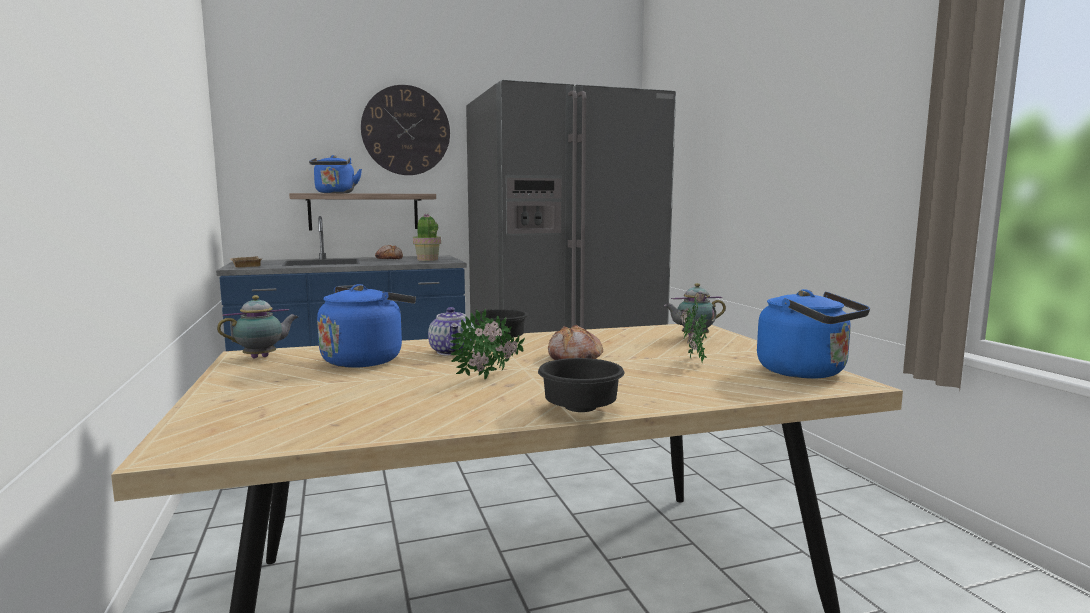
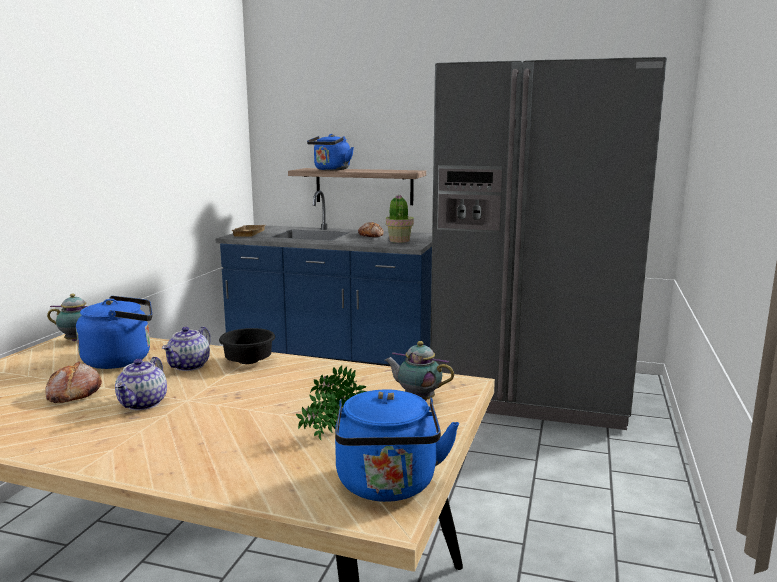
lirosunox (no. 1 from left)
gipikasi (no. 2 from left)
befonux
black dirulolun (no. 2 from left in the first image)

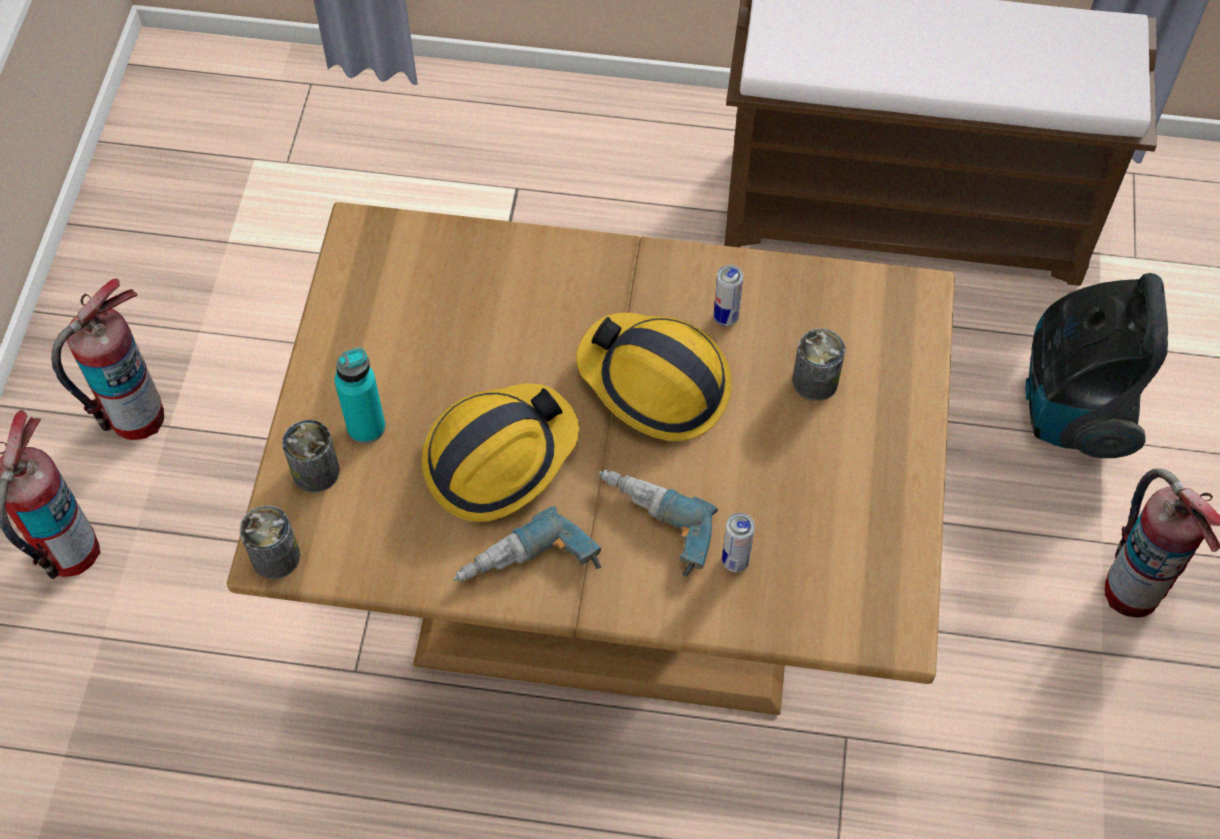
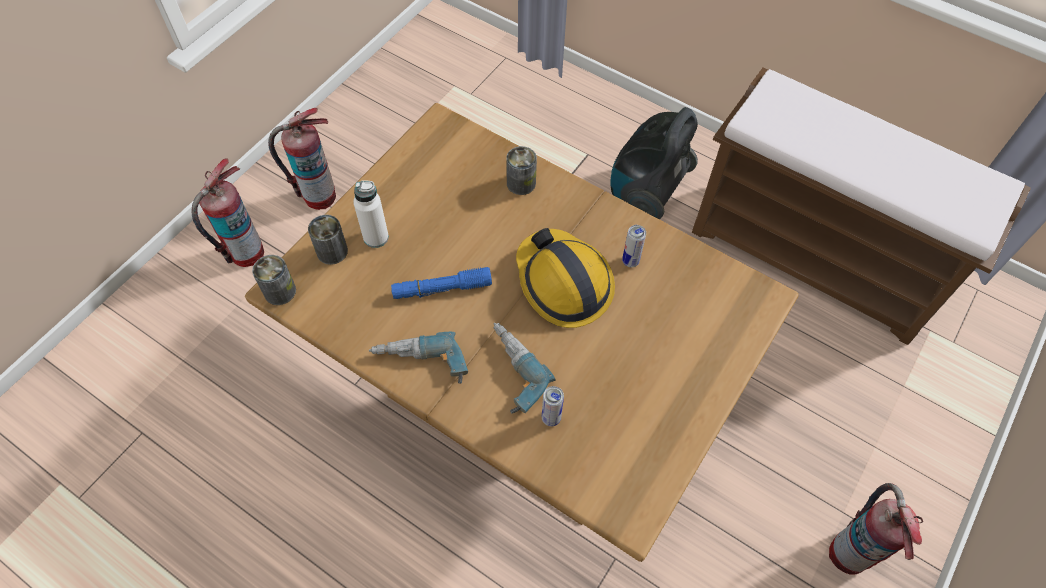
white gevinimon
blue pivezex
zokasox (no. 3 from left)
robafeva

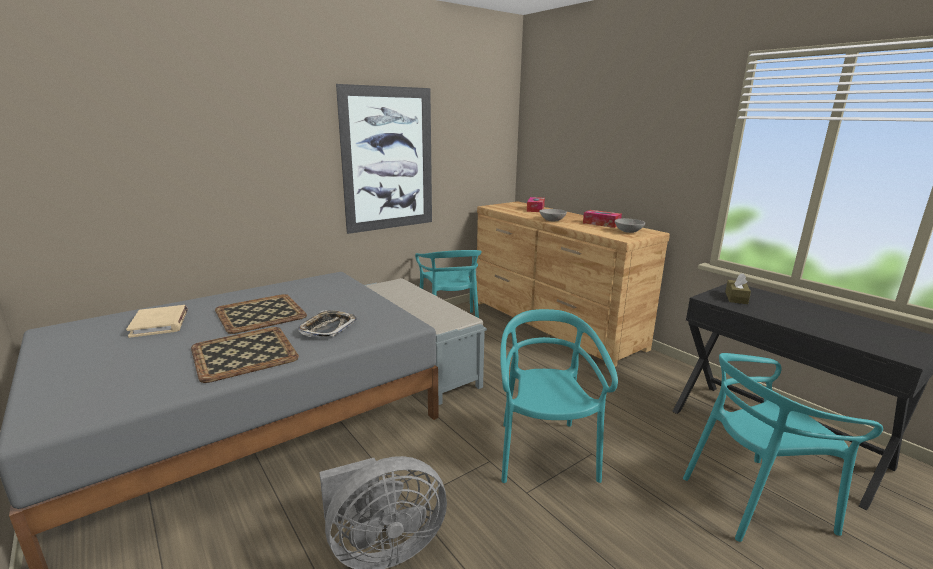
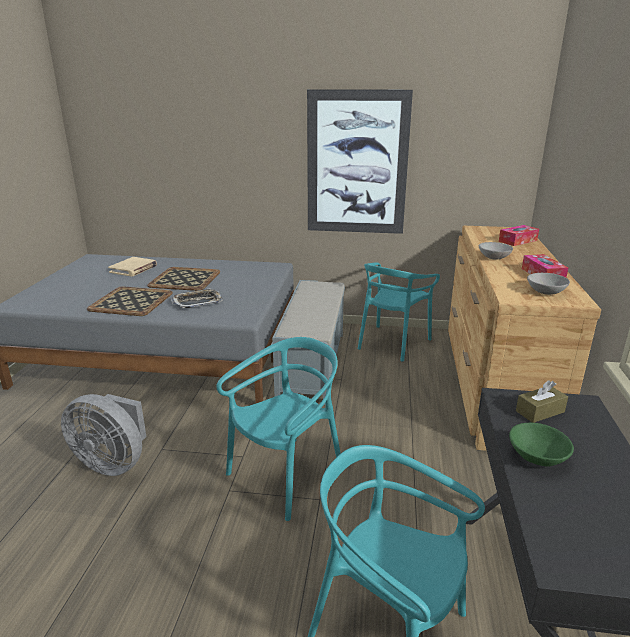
green dirulolun

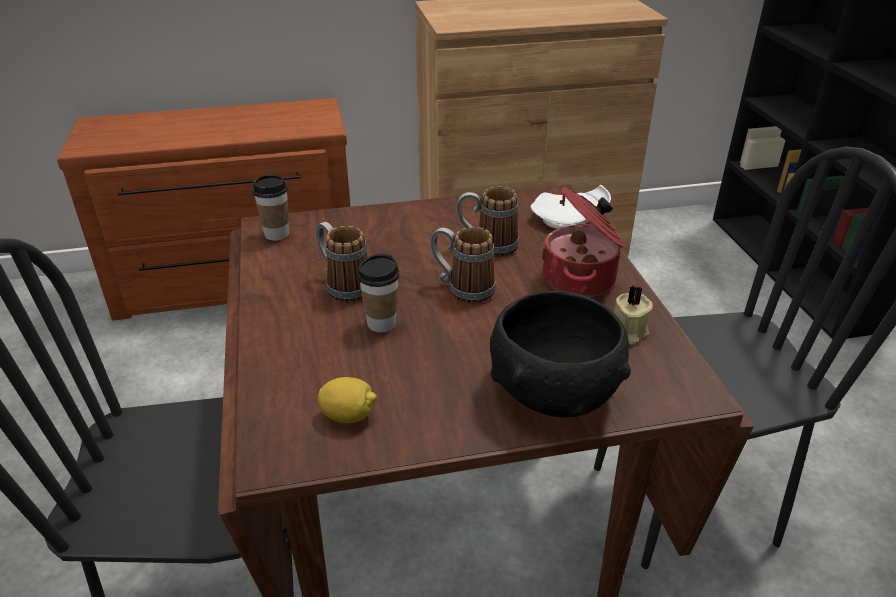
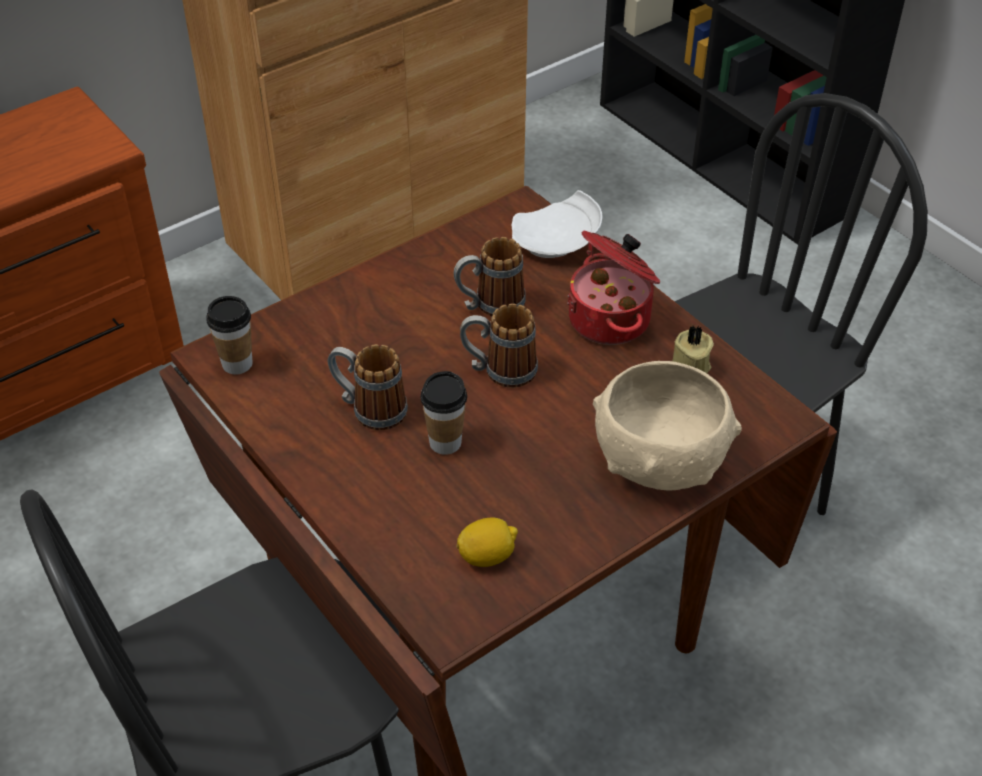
beige dirulolun

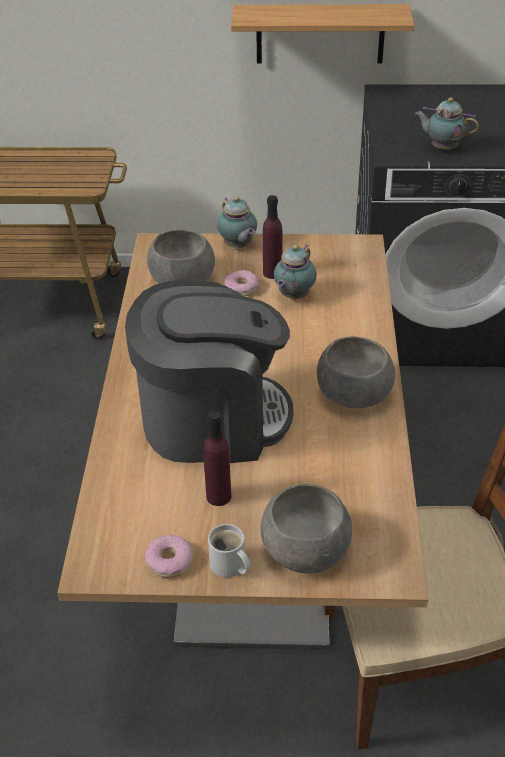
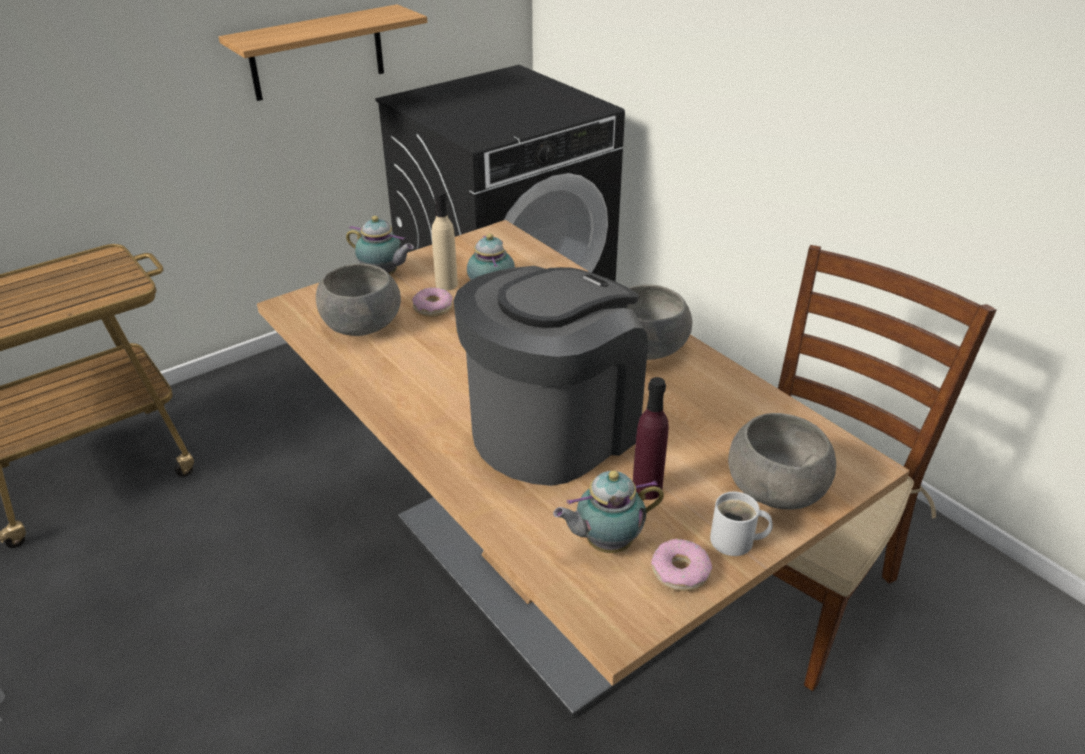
beige gevinimon
gipikasi (no. 3 from left)

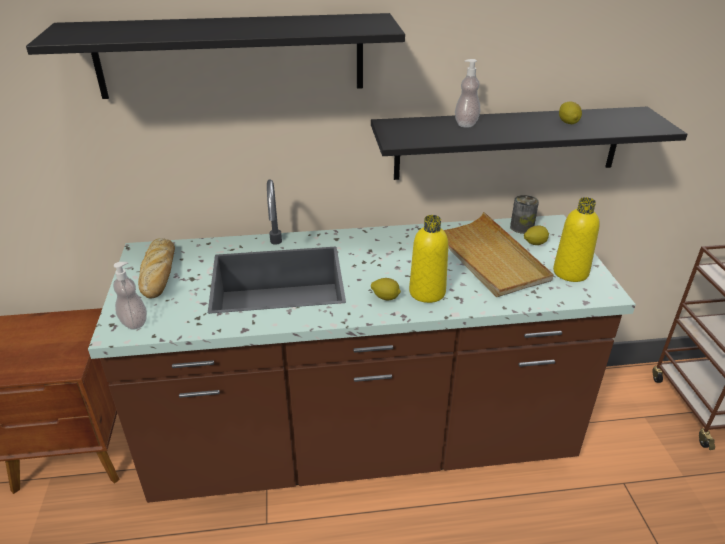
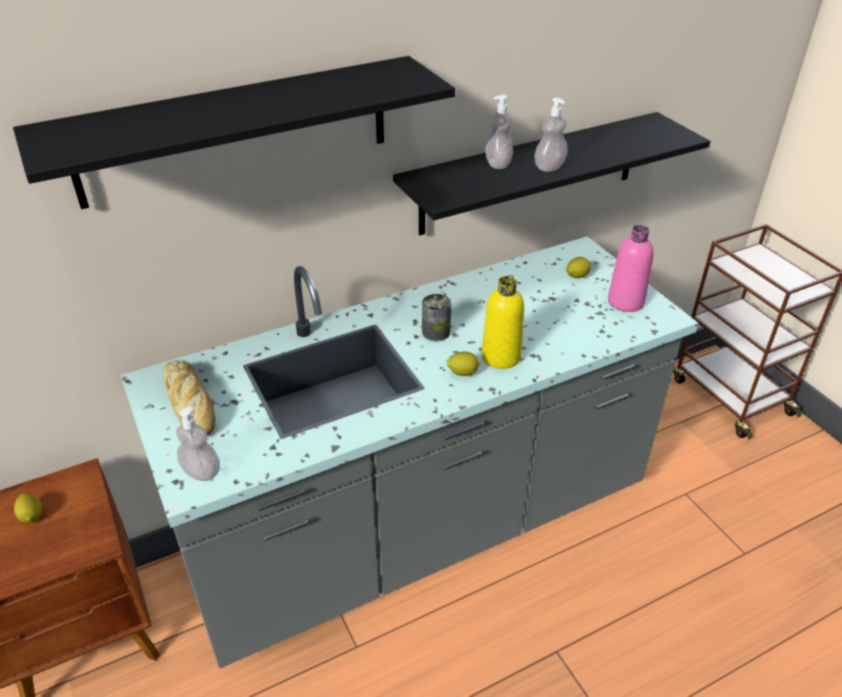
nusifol (no. 1 from left)
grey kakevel
zokasox
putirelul (no. 3 from left)
pink gevinimon
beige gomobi

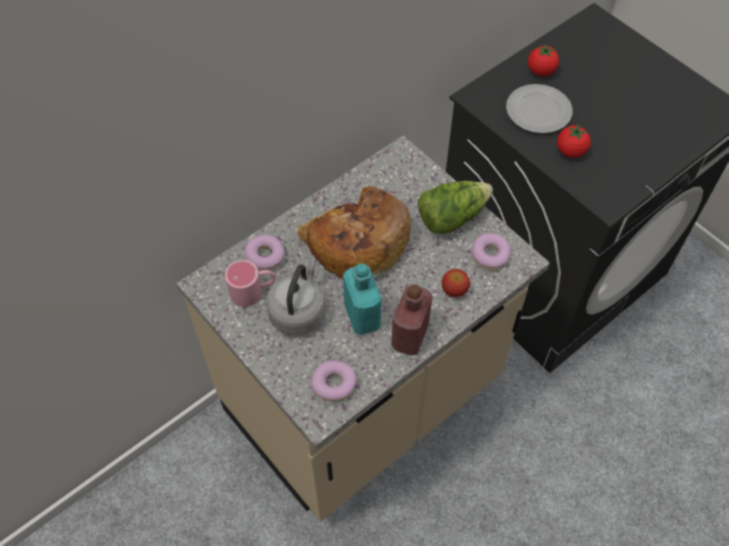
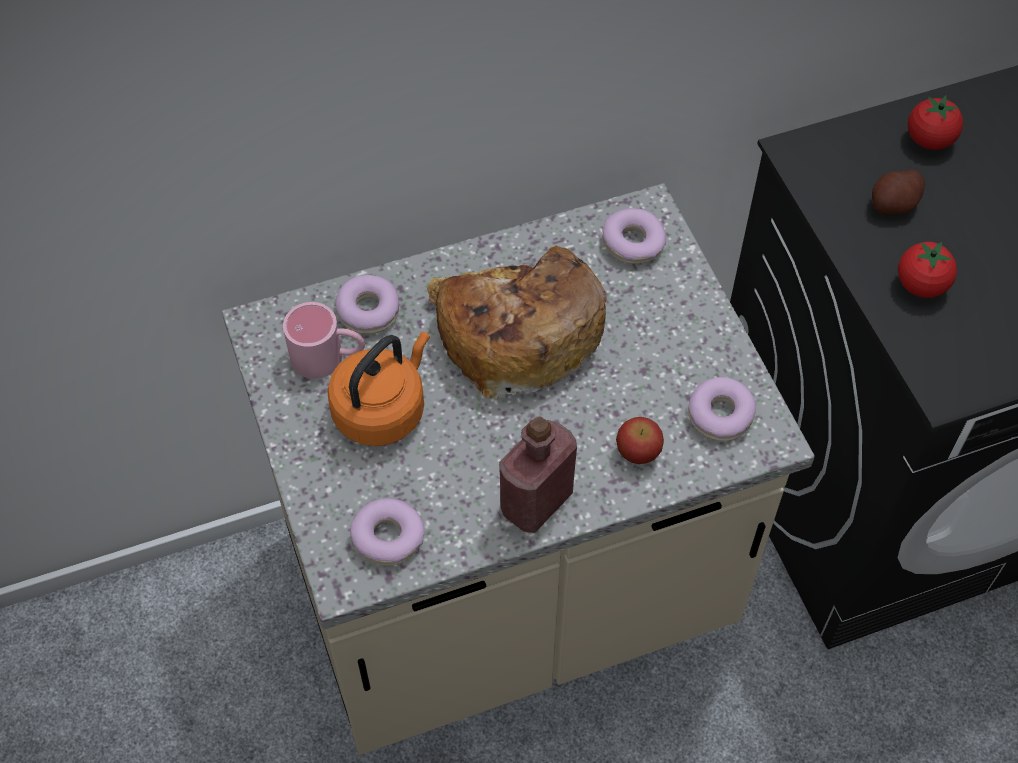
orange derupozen
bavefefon (no. 3 from left)
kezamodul
turquoise gevinimon
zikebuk

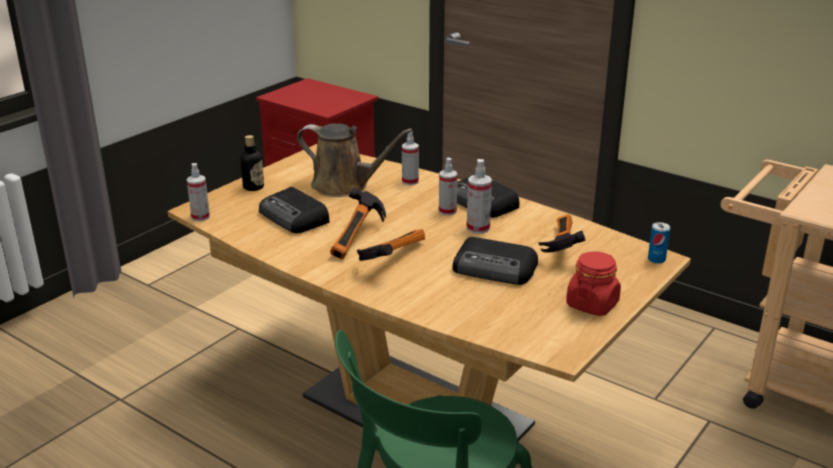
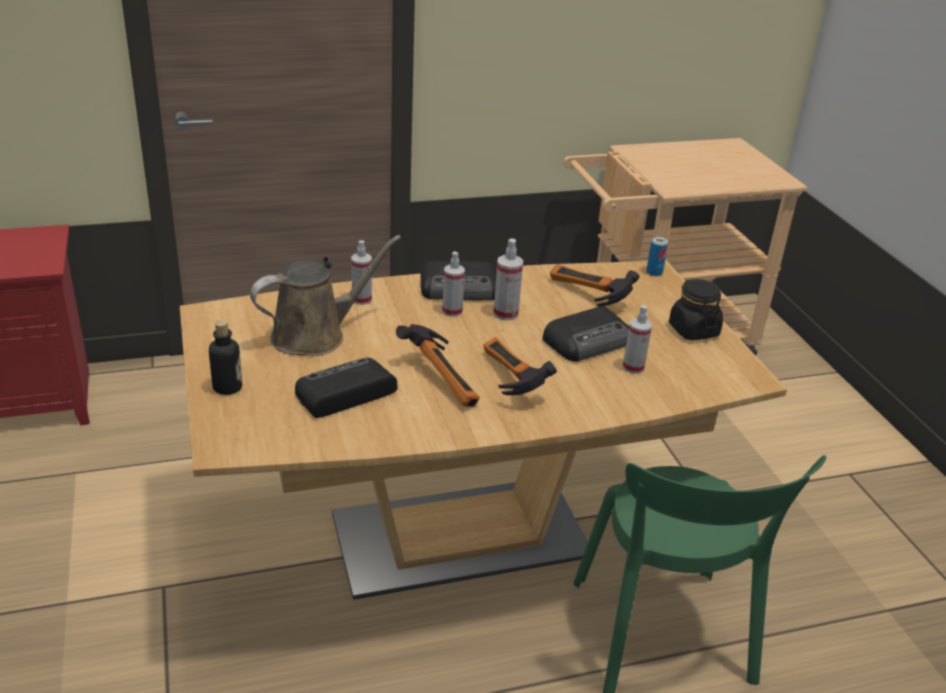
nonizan (no. 1 from left)
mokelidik (no. 4 from left)
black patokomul

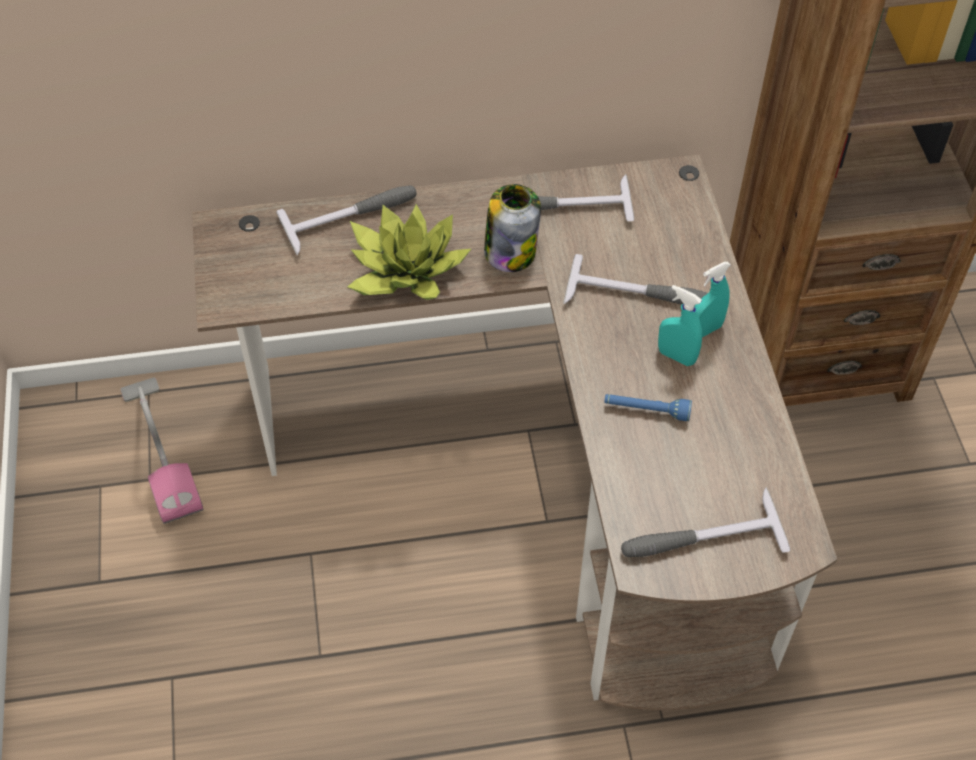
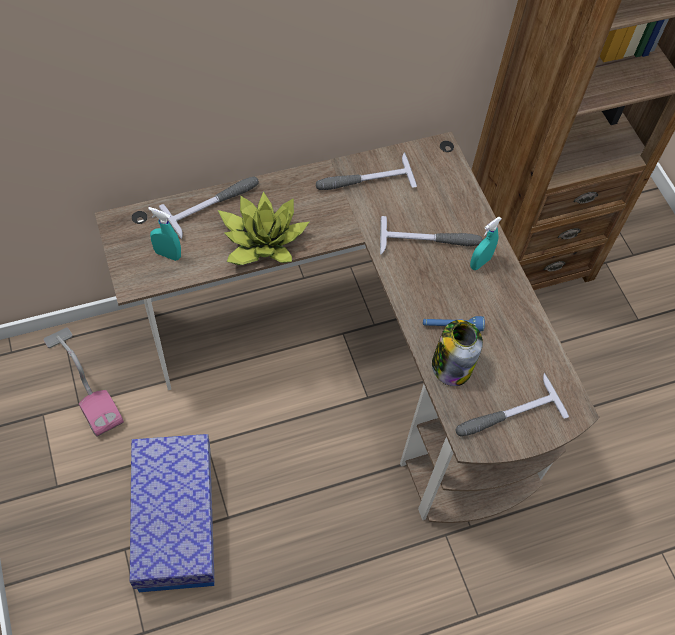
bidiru
turquoise mokelidik (no. 1 from left)
patokomul

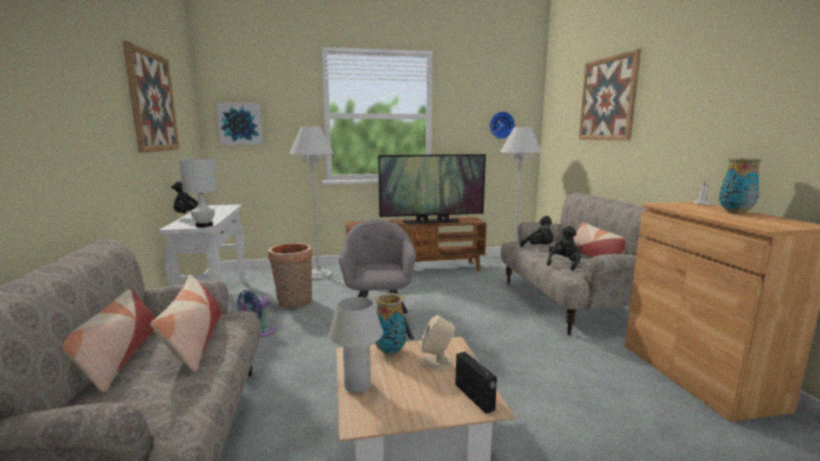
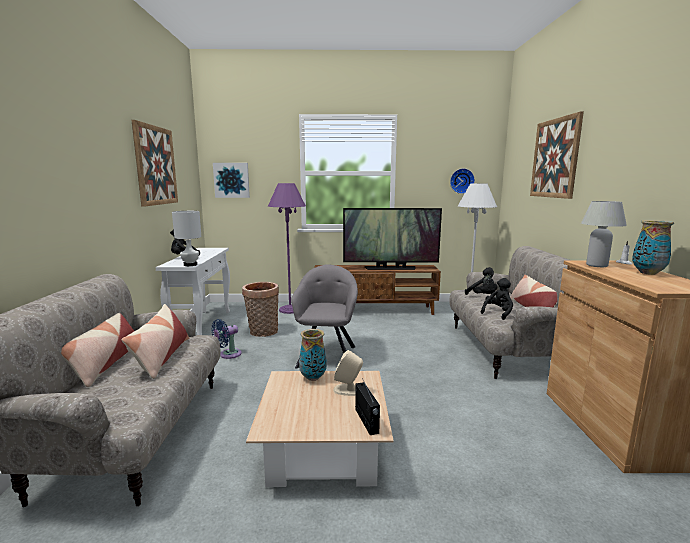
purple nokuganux
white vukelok (no. 2 from left)

